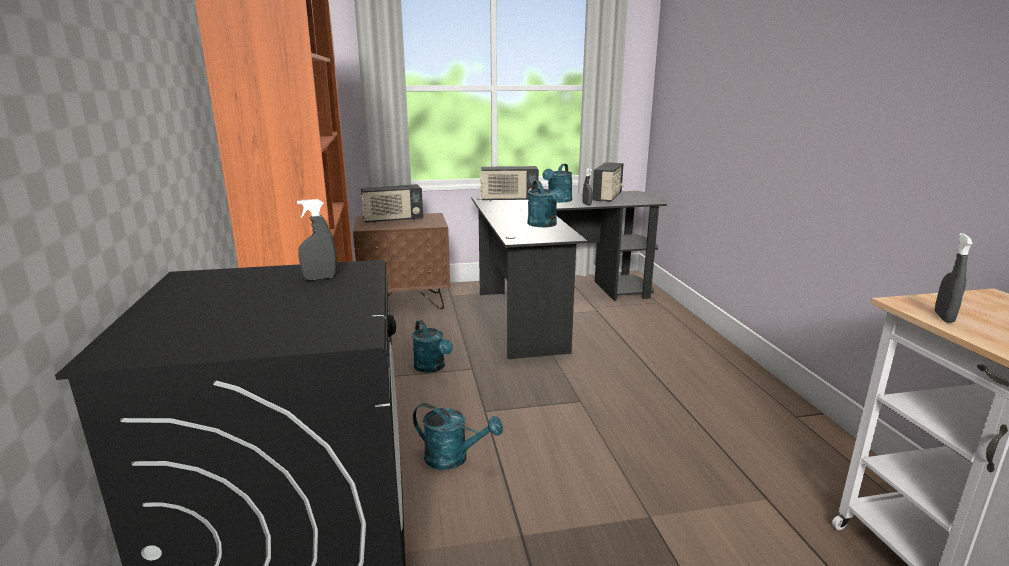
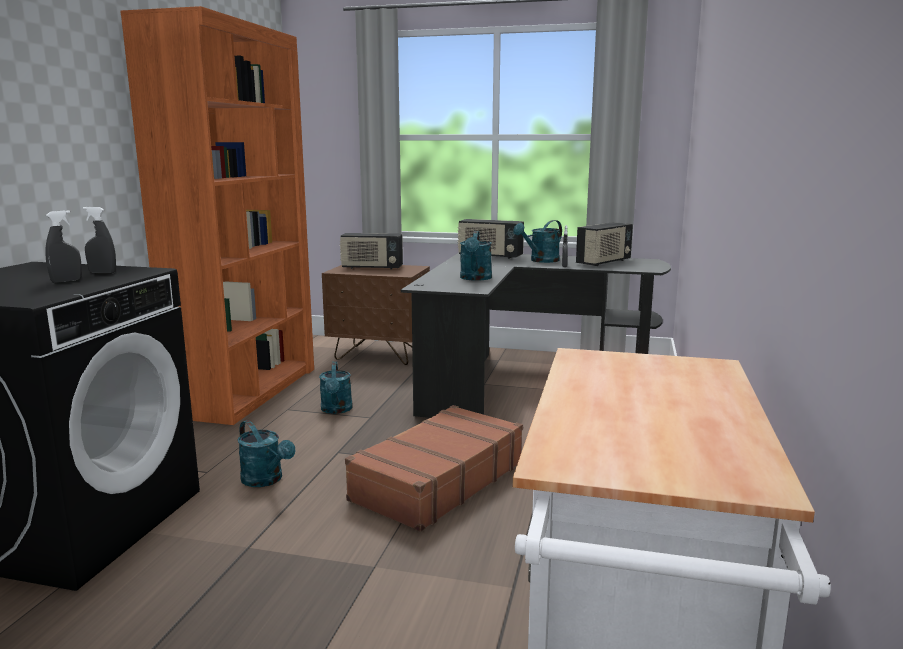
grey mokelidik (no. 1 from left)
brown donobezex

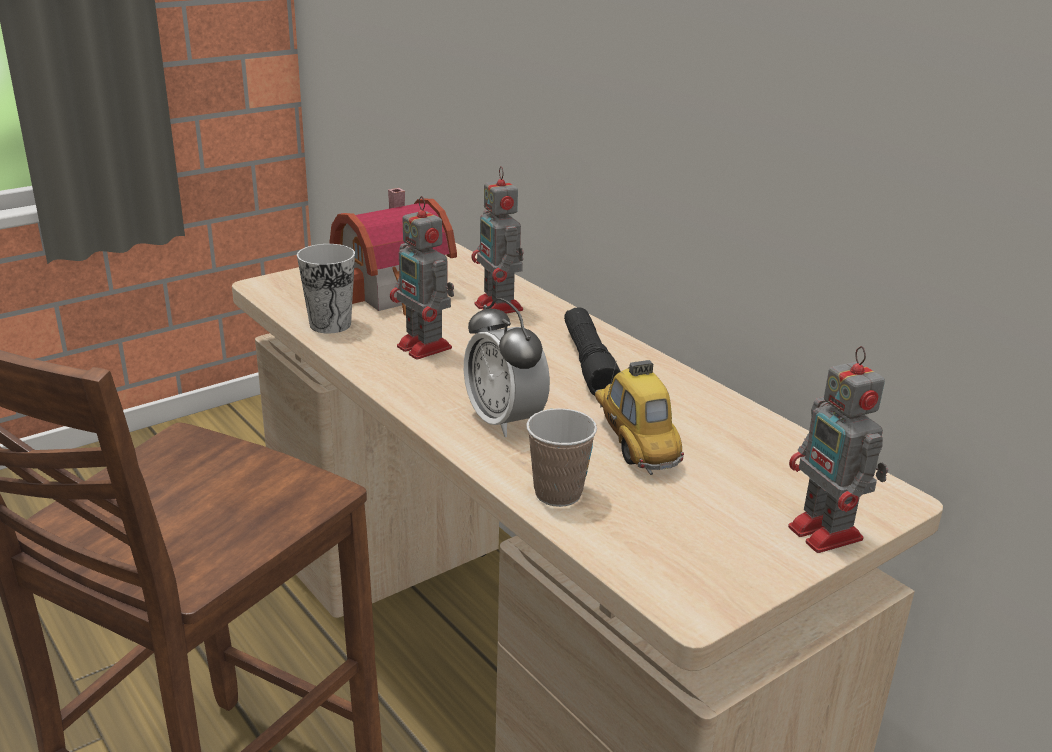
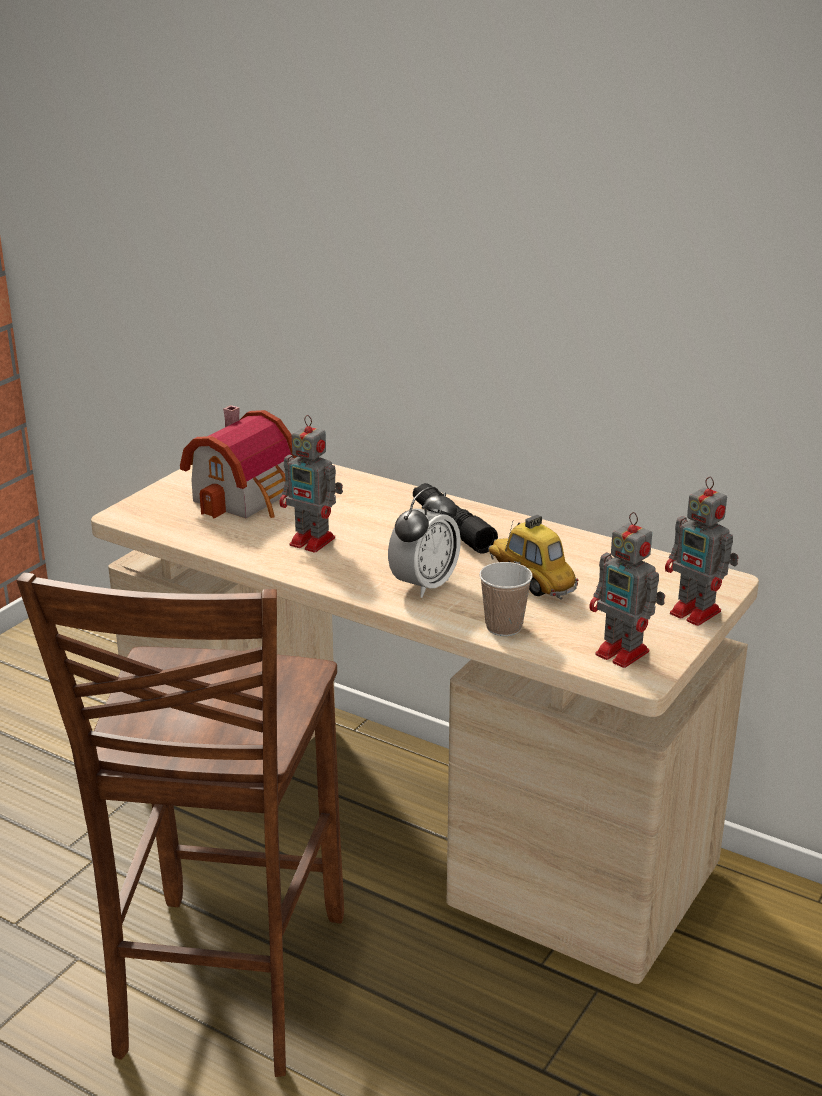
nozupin
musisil (no. 2 from left)
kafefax (no. 1 from left in the first image)

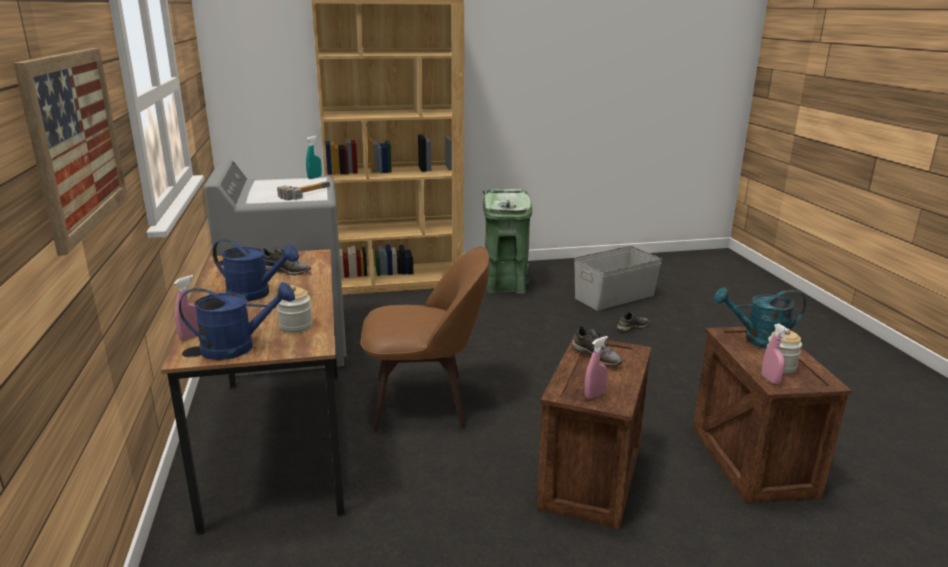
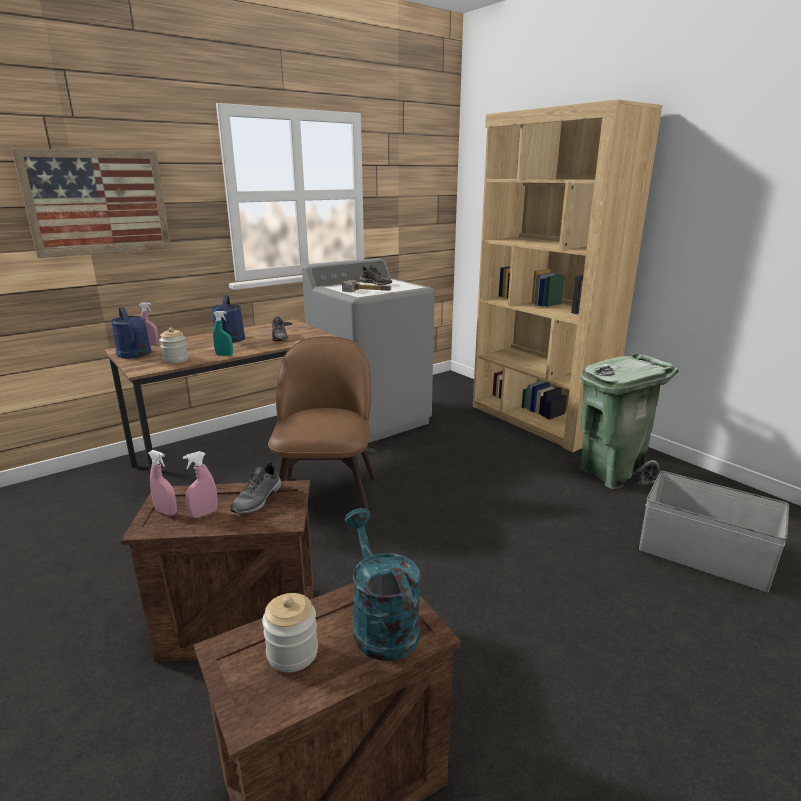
pink mokelidik (no. 3 from left)
turquoise mokelidik
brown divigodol
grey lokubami (no. 3 from left)

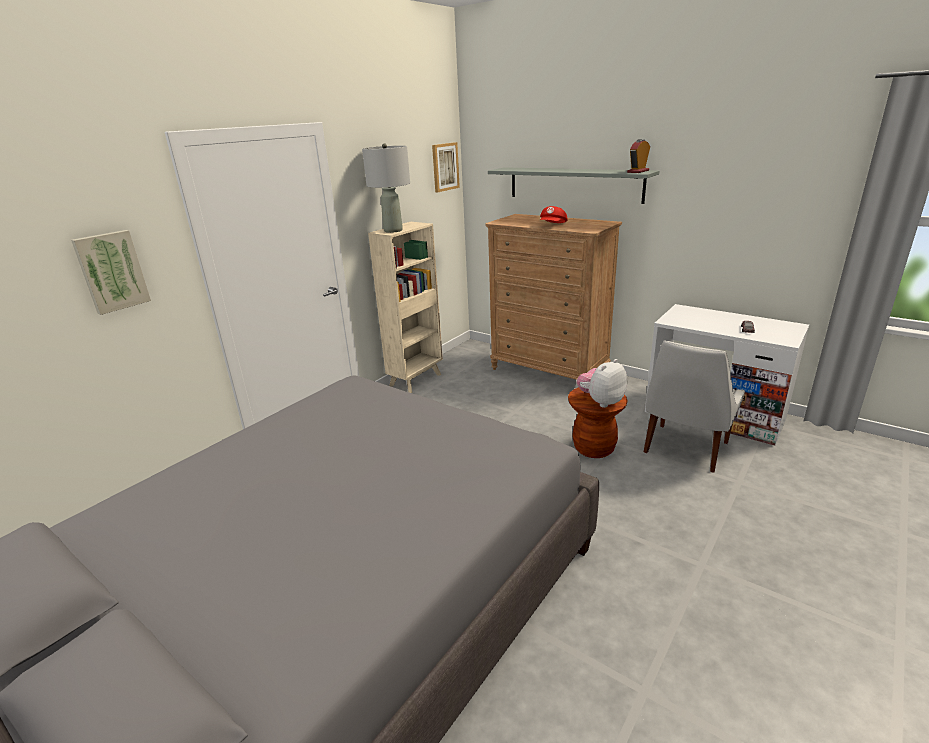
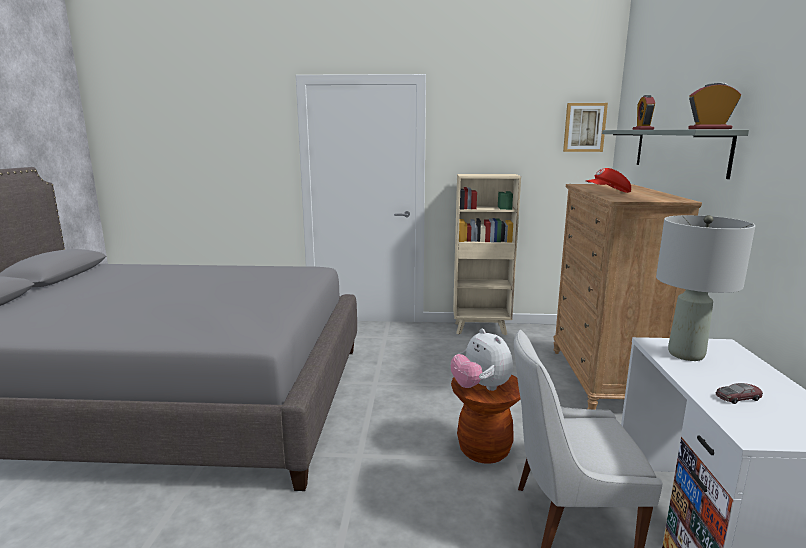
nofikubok
nozupin (no. 1 from left)
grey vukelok
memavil (no. 1 from left in the first image)

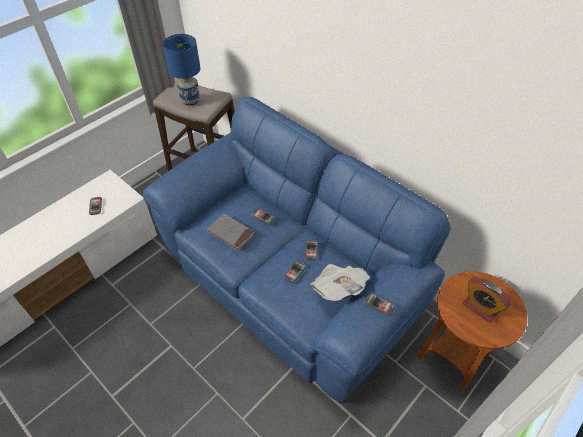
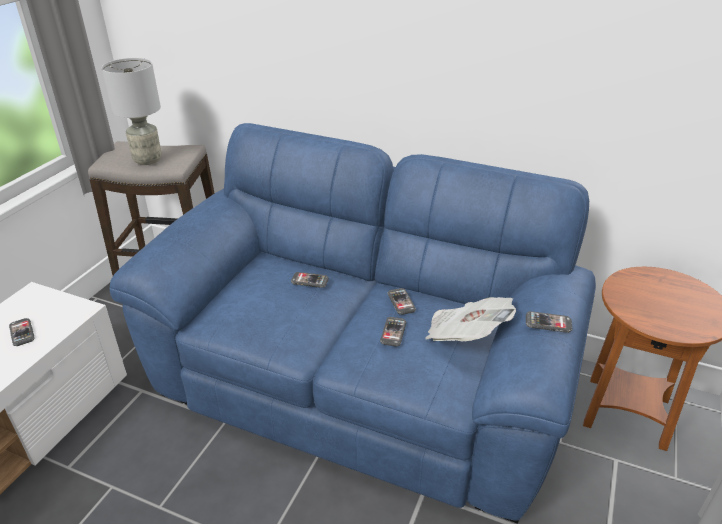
grey vukelok
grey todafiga
nozupin

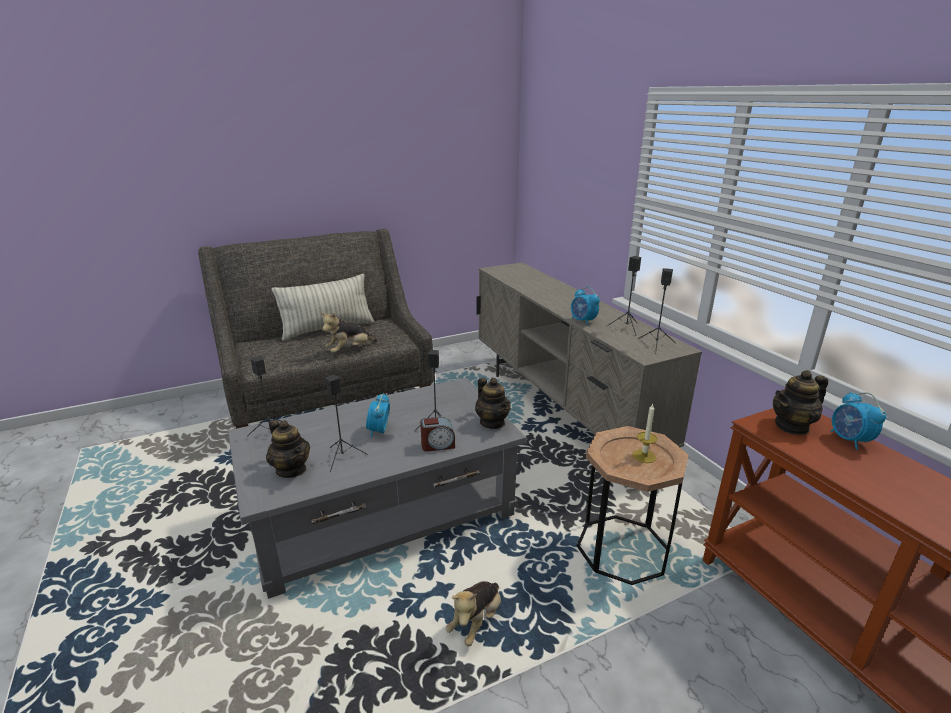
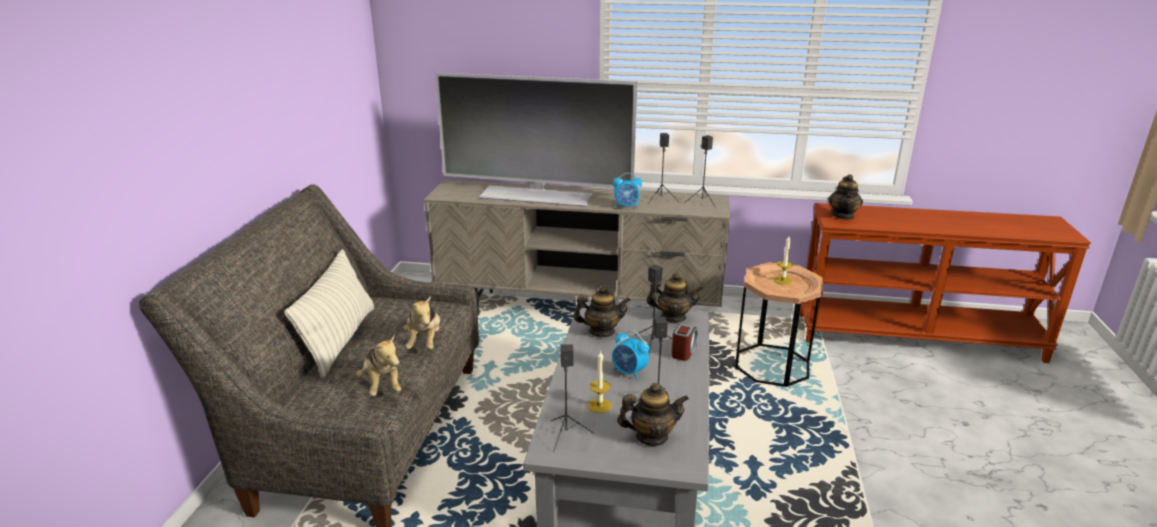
nofikubok (no. 1 from left)
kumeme
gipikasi (no. 1 from left)
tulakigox (no. 1 from left)
nozupin (no. 4 from left in the first image)

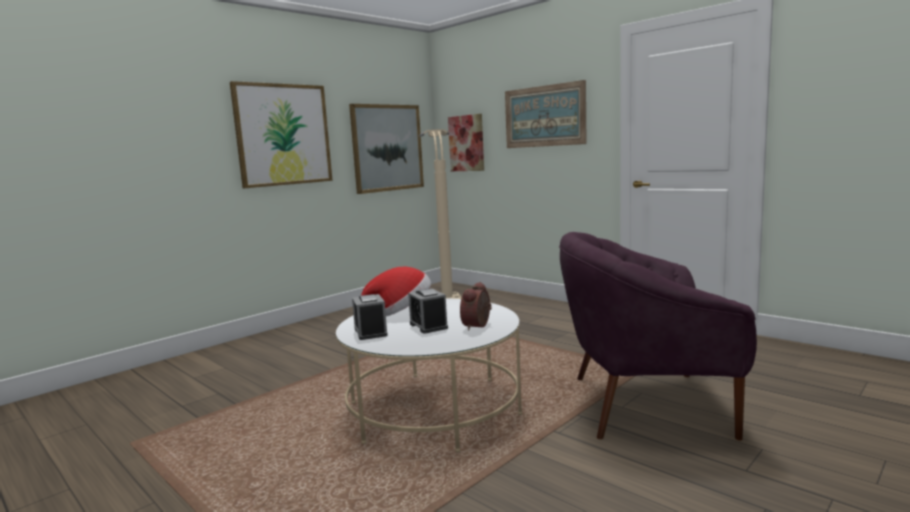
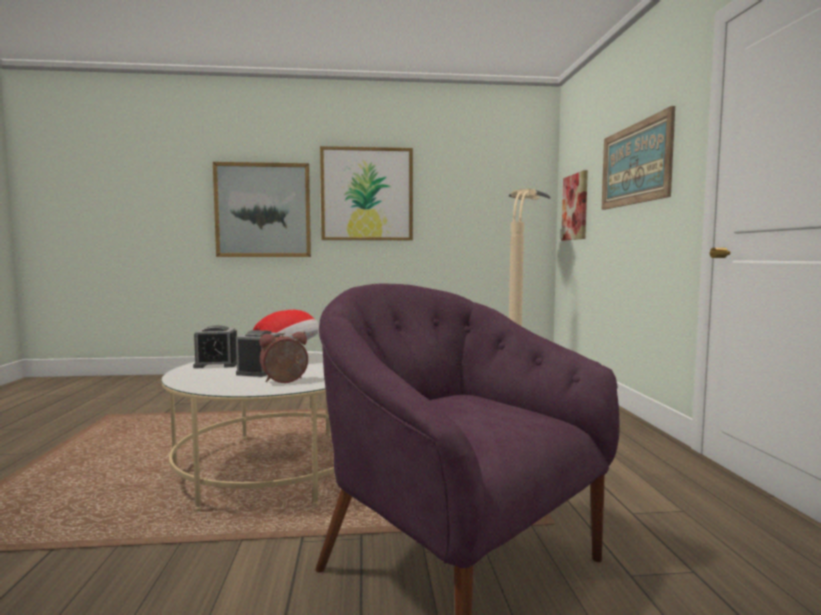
nozupin (no. 1 from left)
memavil (no. 1 from left)

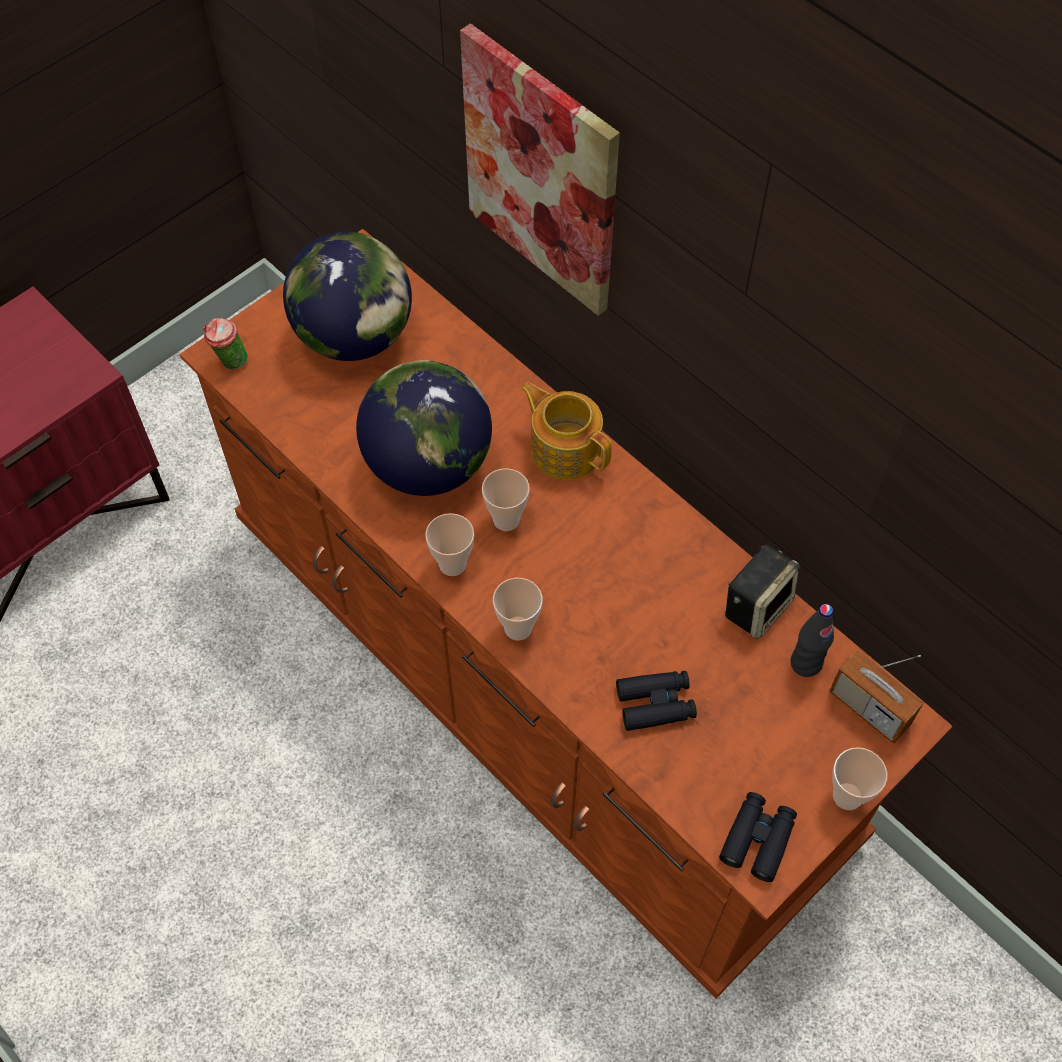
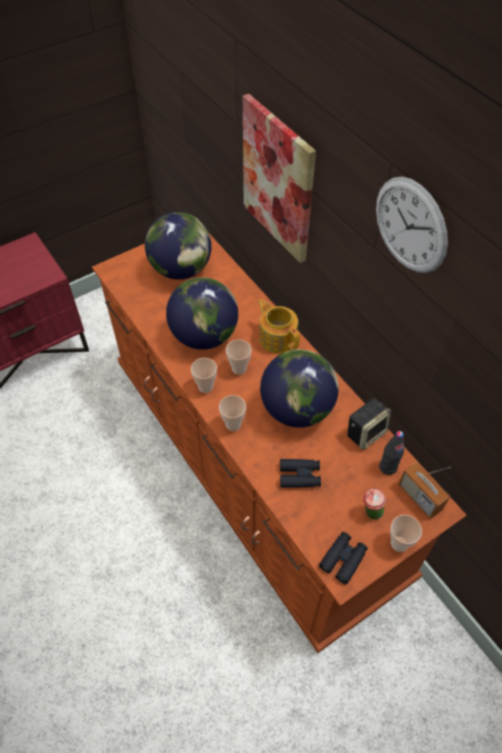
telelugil (no. 3 from left)
kafefax (no. 4 from left)
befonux

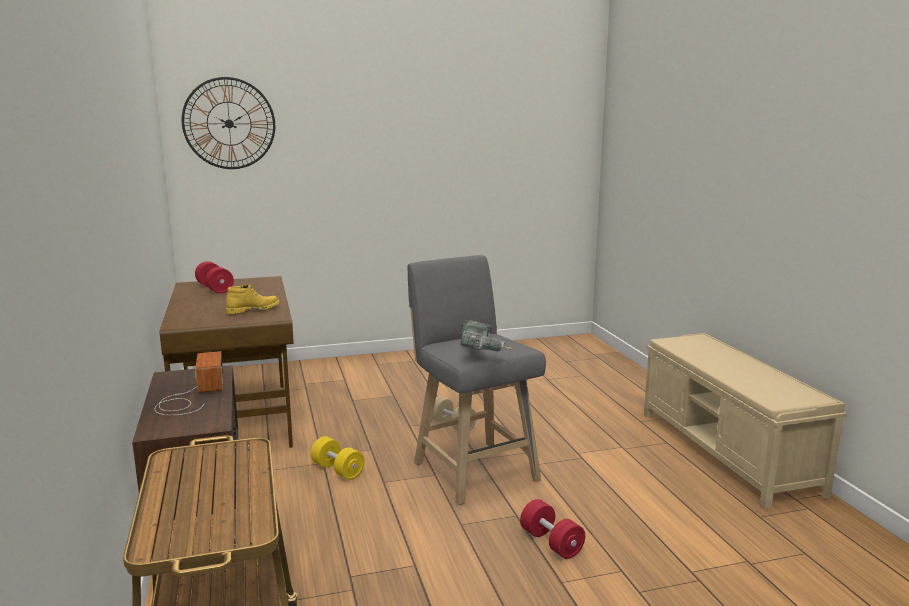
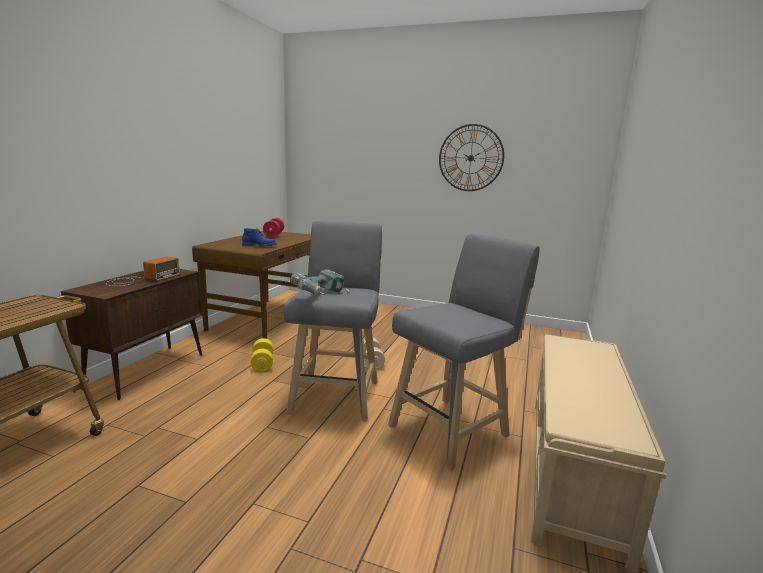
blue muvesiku
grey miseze (no. 2 from left)
befonux
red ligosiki (no. 2 from left in the first image)

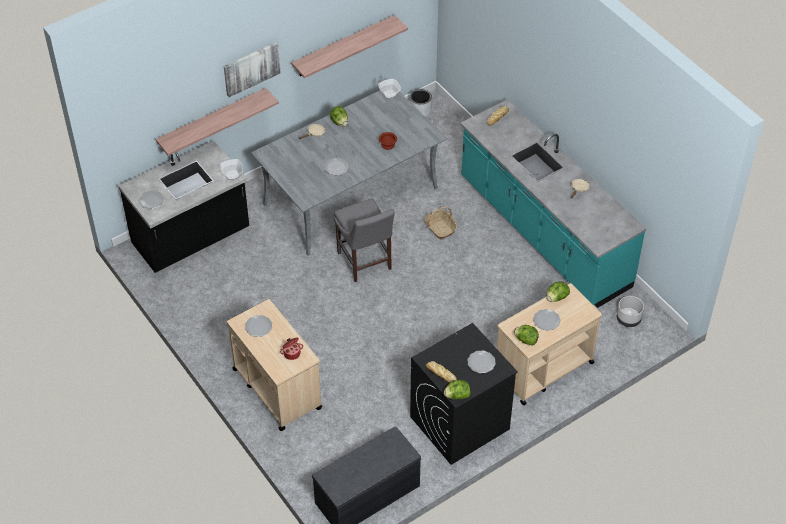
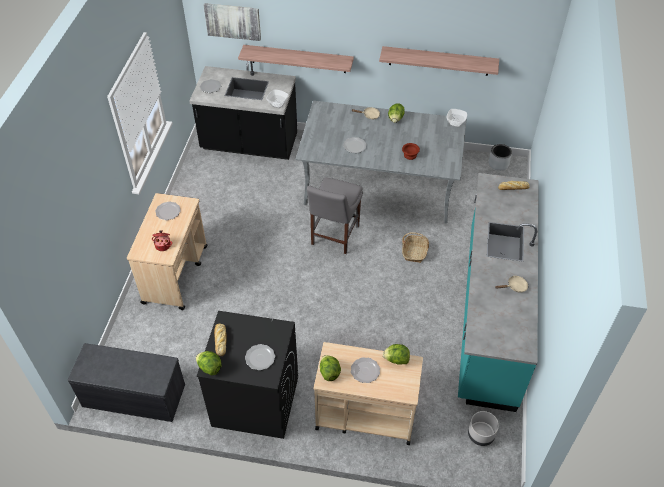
memavil

